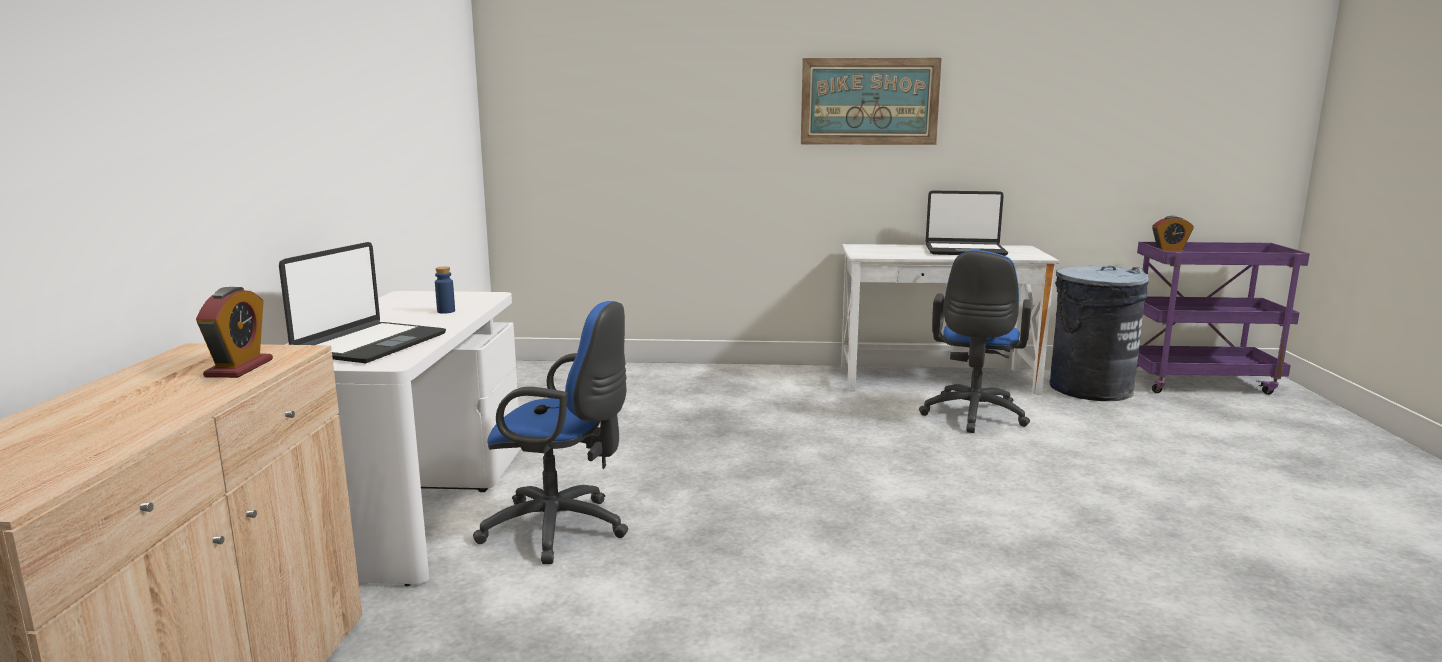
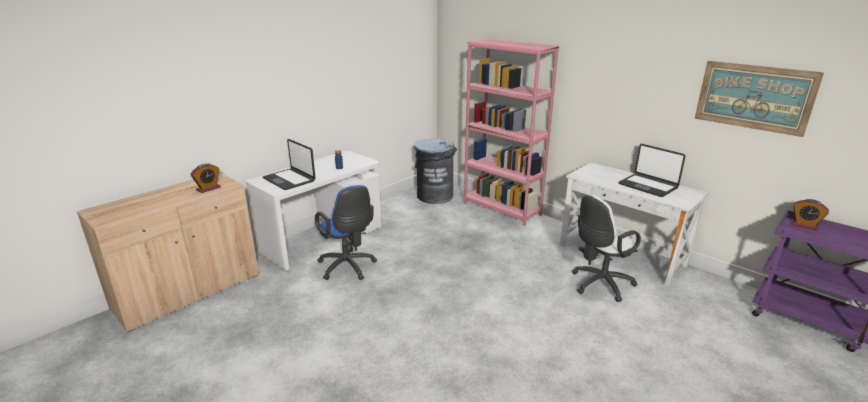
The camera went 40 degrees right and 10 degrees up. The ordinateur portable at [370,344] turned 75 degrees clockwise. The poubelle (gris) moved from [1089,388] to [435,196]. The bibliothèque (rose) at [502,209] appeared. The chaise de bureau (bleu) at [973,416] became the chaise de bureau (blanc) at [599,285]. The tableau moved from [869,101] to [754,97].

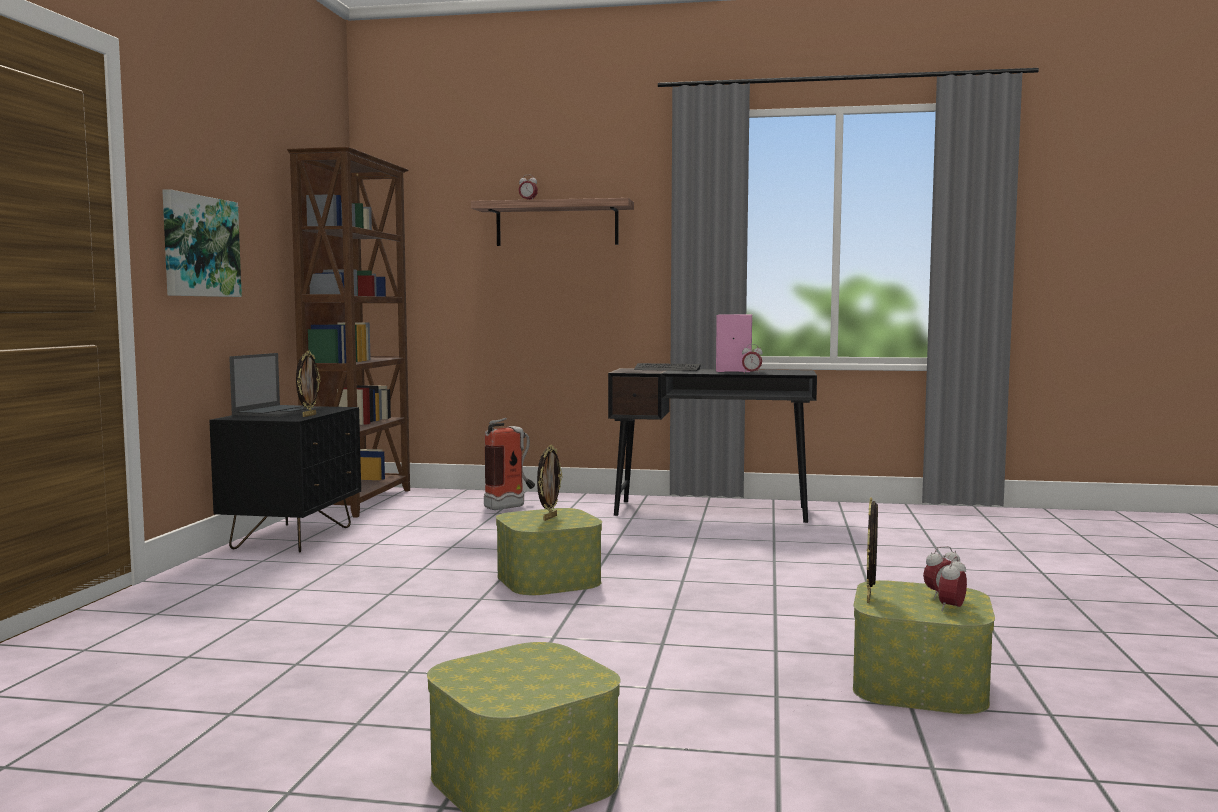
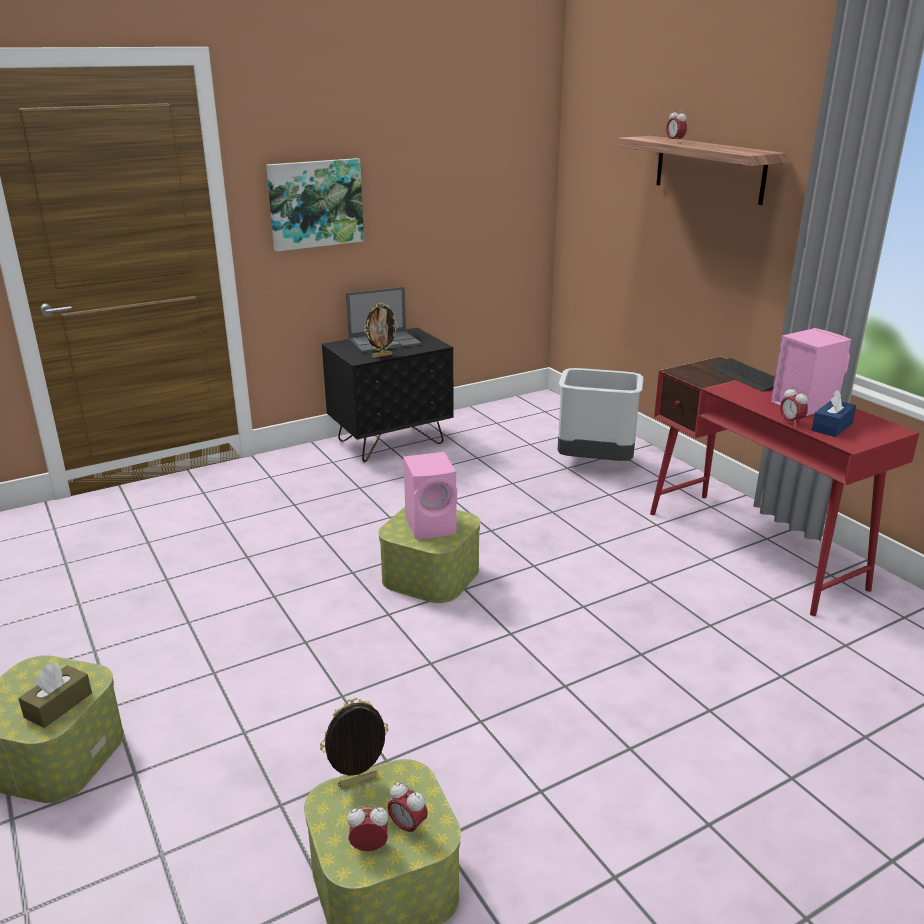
The camera went 50 degrees right and 20 degrees up. The boîte à mouchoirs (marron) at [58,705] appeared. The cadre photo at [549,518] was replaced by the enceinte (rose) at [432,525]. The extincteur at [511,506] was replaced by the poubelle (gris) at [595,463]. The bureau (noir) at [712,511] became the bureau (rouge) at [753,549]. The boîte à mouchoirs (bleu) at [832,427] appeared. The bibliothèque (marron) at [361,502] disappeared.

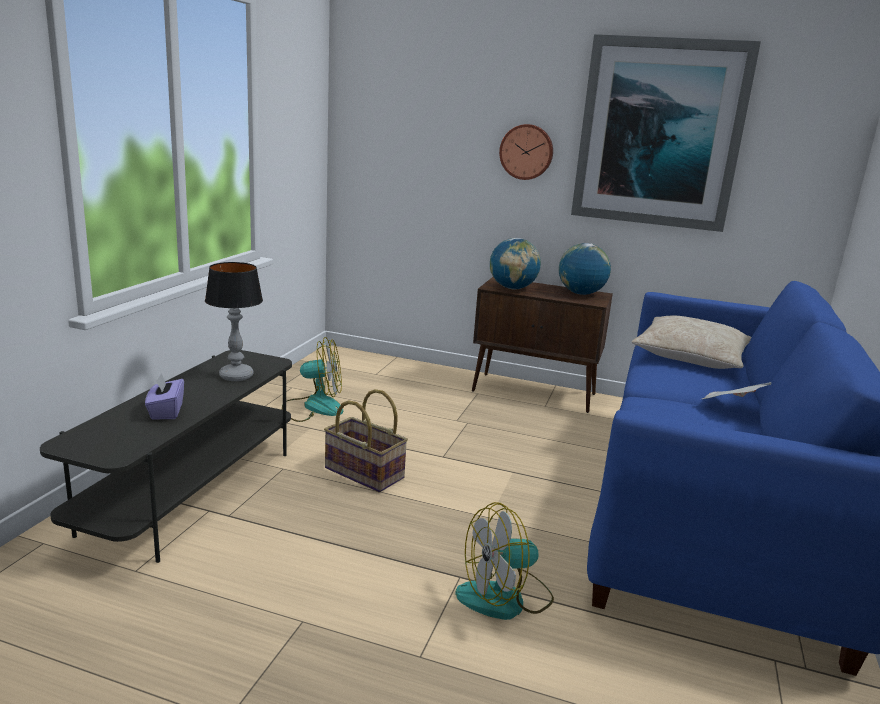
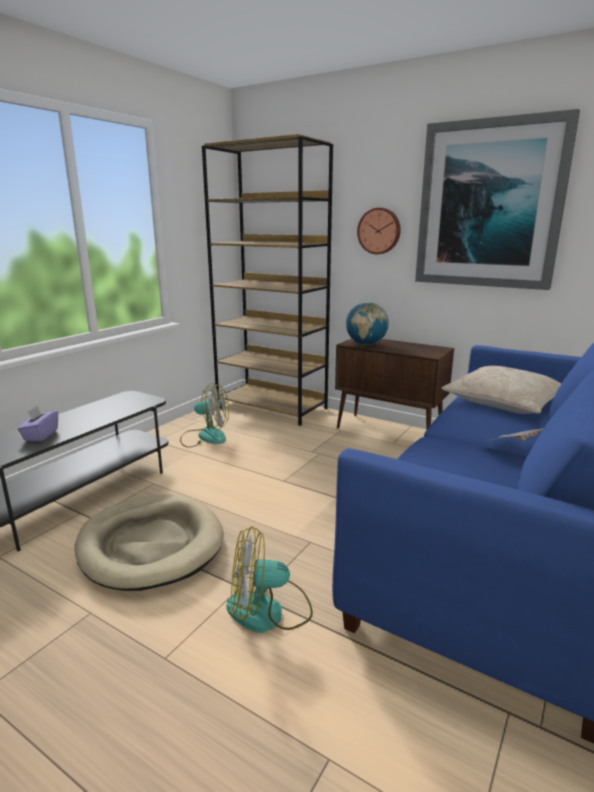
The camera went 15 degrees right and 0 degrees up. The panier pour chien (beige) at [151,545] appeared. The bibliothèque (marron) at [272,406] appeared. The lampe de table at [237,376] disappeared. The panier at [363,473] disappeared. The globe at [581,294] disappeared.

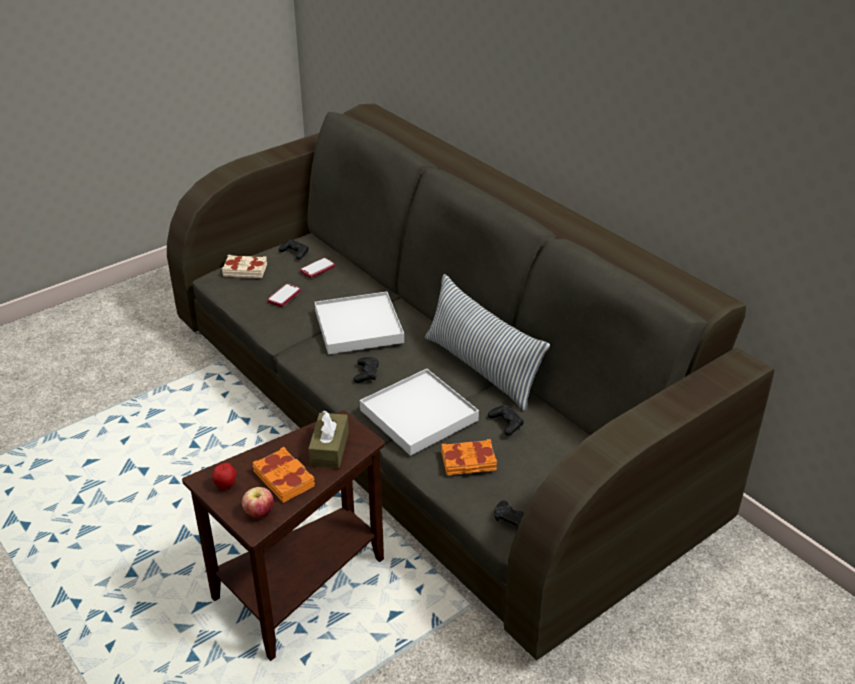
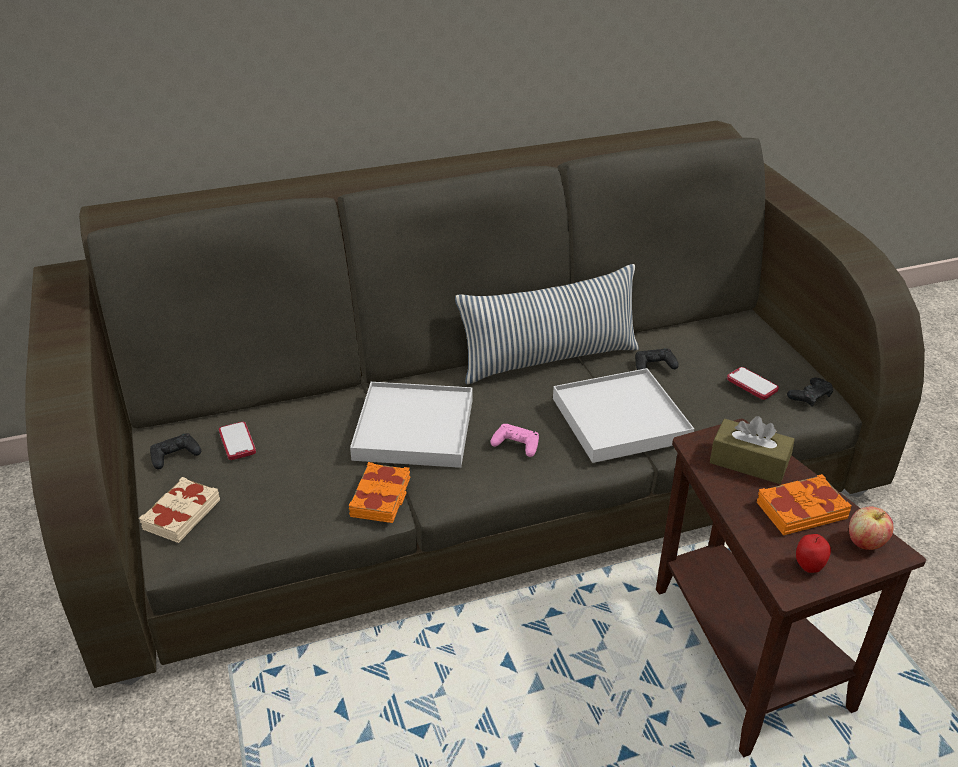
The camera went 70 degrees left and 0 degrees up. The livre (orange) moved from [468,462] to [381,498]. The manette (noir) at [366,373] became the manette (rose) at [516,444]. The téléphone moved from [284,296] to [752,384].

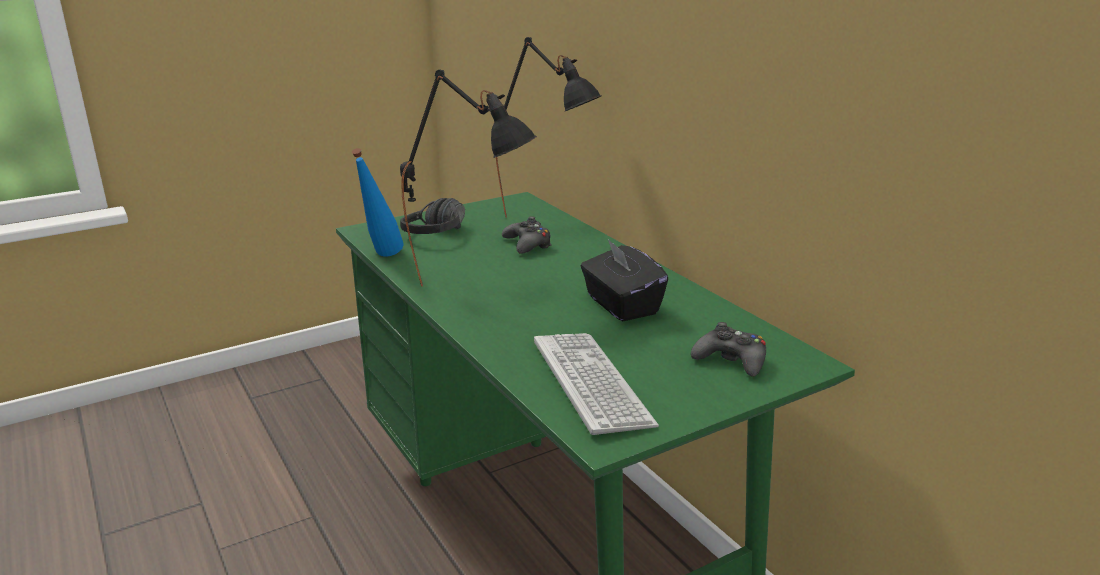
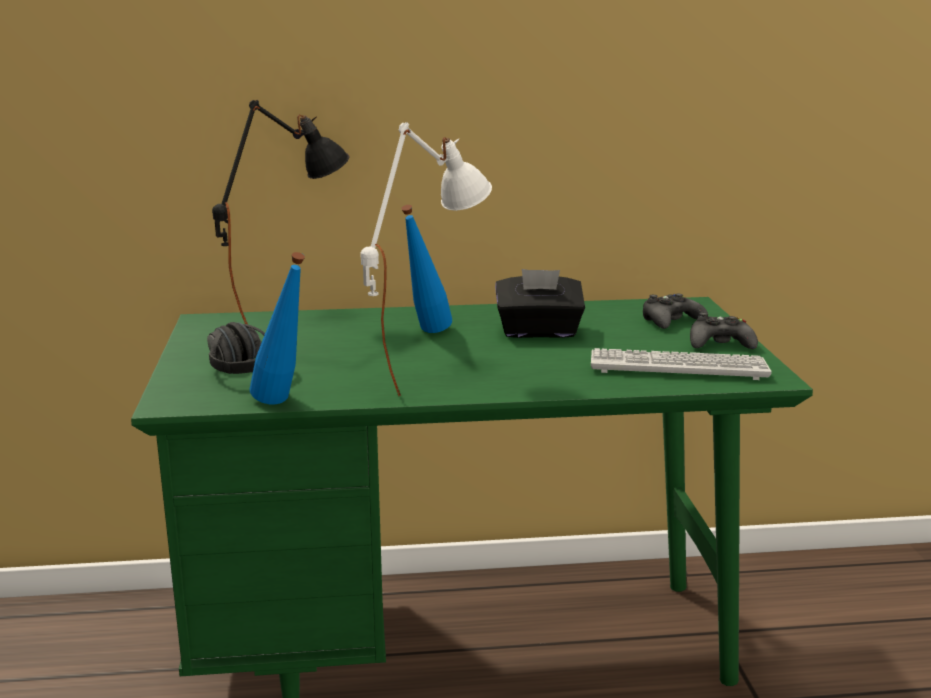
The camera went 65 degrees left and 5 degrees down. The lampe de table (noir) at [472,286] became the lampe de table (blanc) at [426,375]. The bouteille (bleu) at [425,334] appeared. The manette (noir) moved from [527,244] to [720,344].

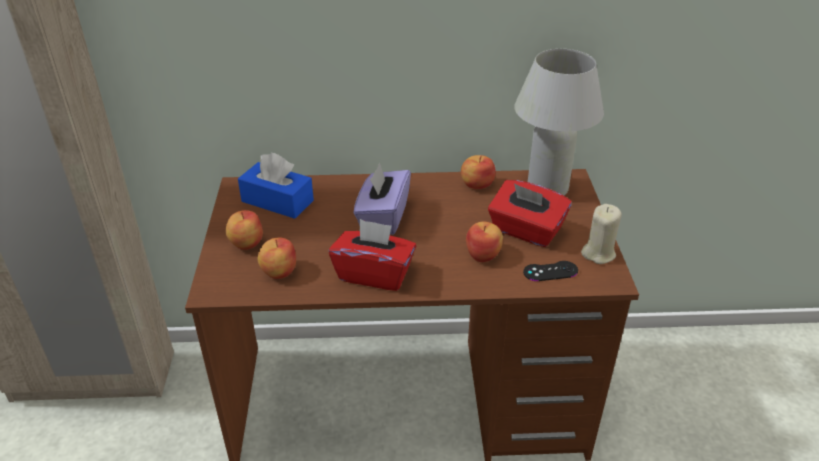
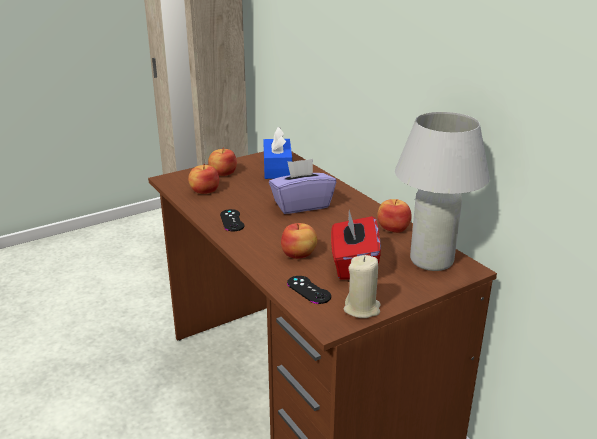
The camera went 60 degrees right and 10 degrees down. The boîte à mouchoirs (rouge) at [374,274] was replaced by the manette (noir) at [232,220].

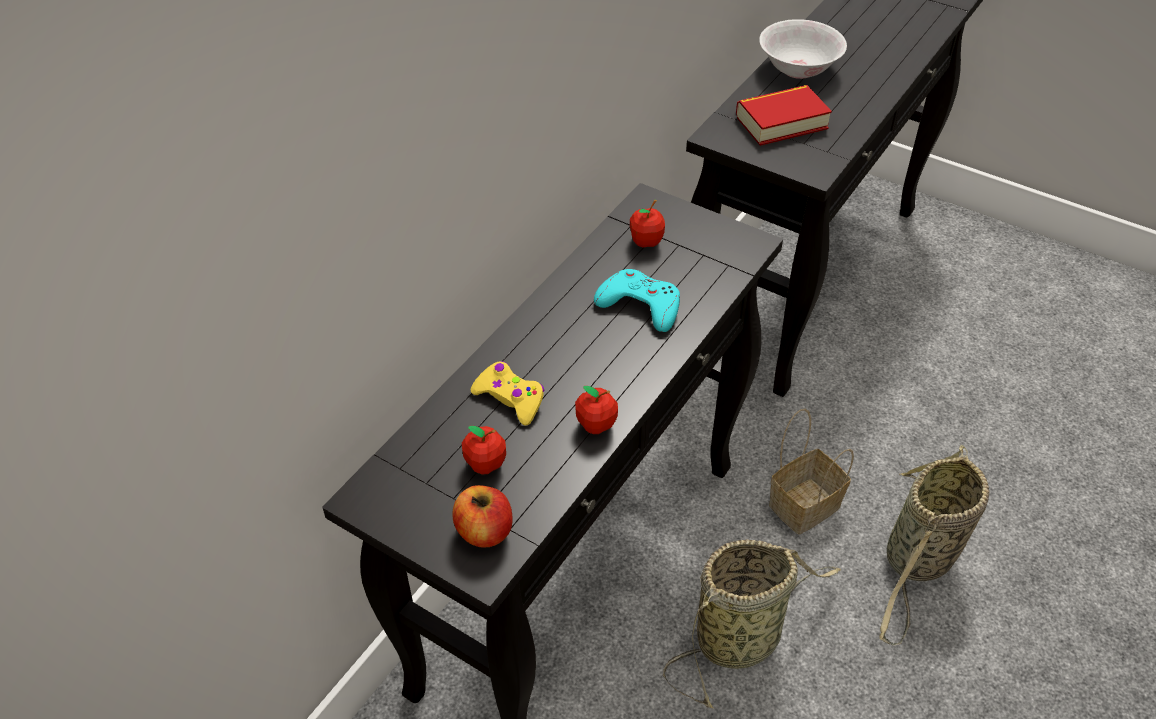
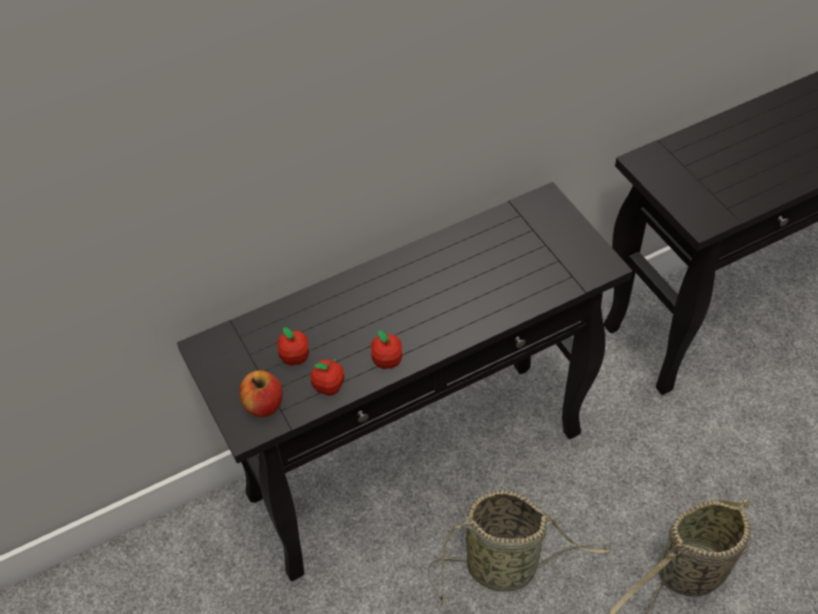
The camera went 30 degrees right and 5 degrees up. The pomme moved from [646,241] to [329,387]. The manette (jaune) at [510,398] disappeared. The manette (turquoise) at [640,305] disappeared. The livre at [781,122] disappeared. The bol (blanc) at [798,69] disappeared. The panier at [805,504] disappeared.

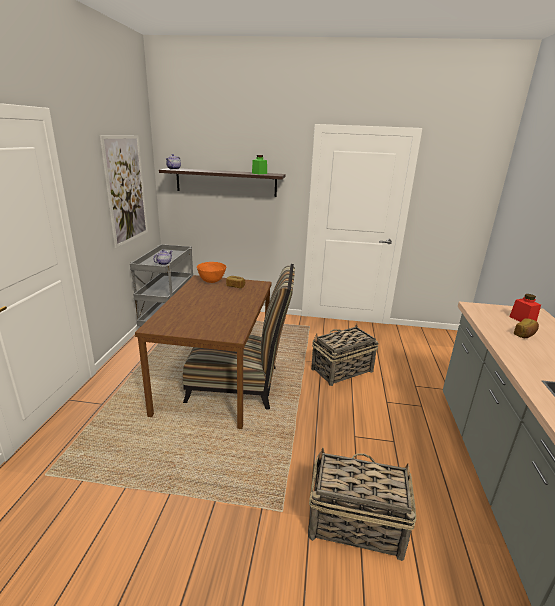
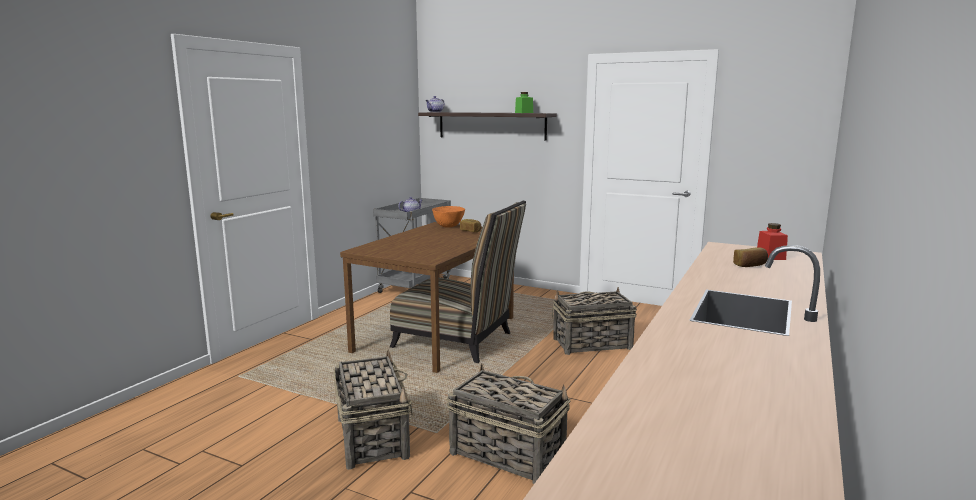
The camera went 20 degrees right and 10 degrees down. The panier at [372,437] appeared. The tableau at [126,189] disappeared.

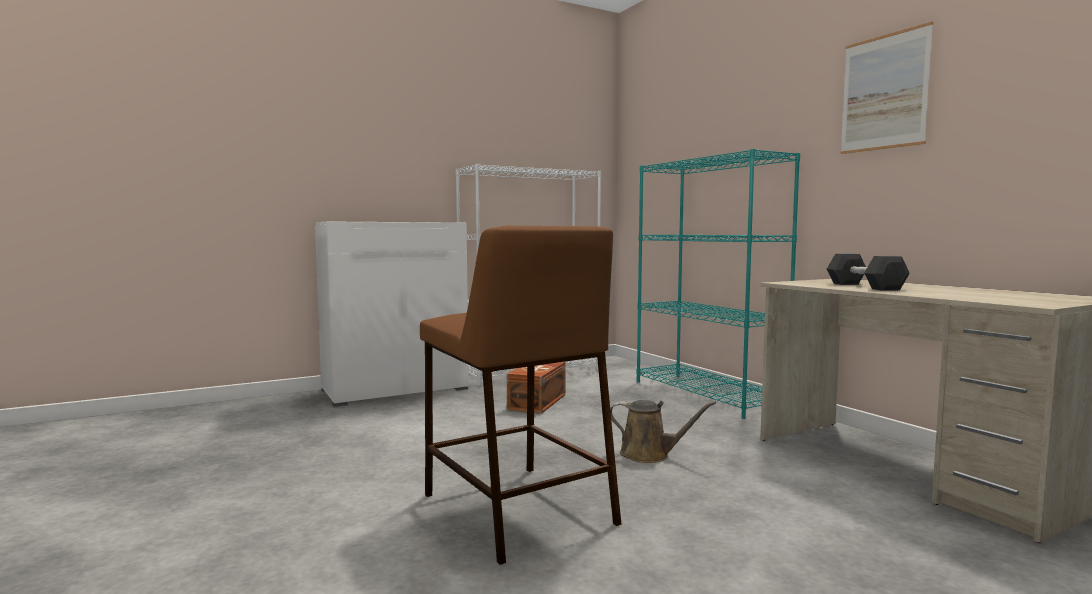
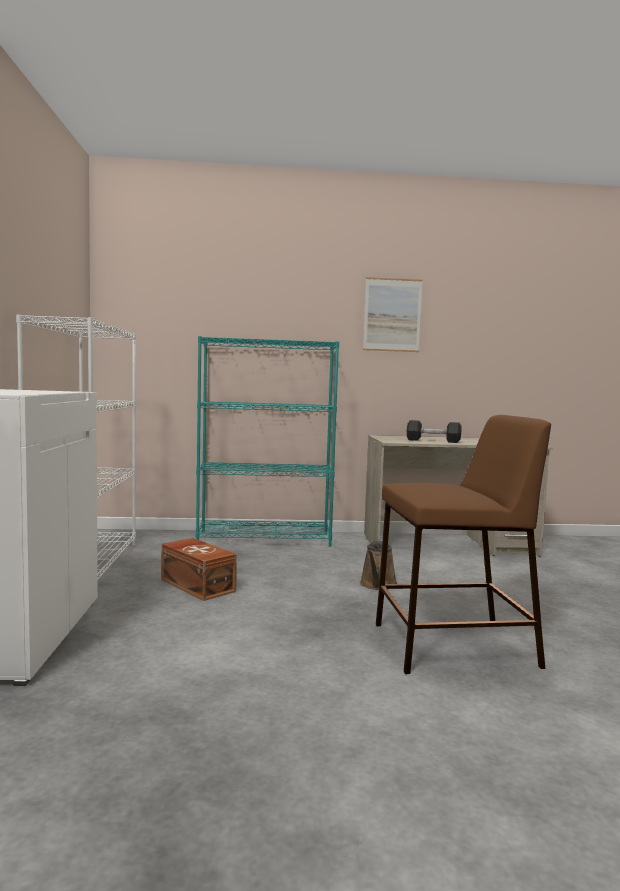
The camera went 65 degrees left and 0 degrees up. The arrosoir (marron) at [649,455] turned 150 degrees clockwise.

